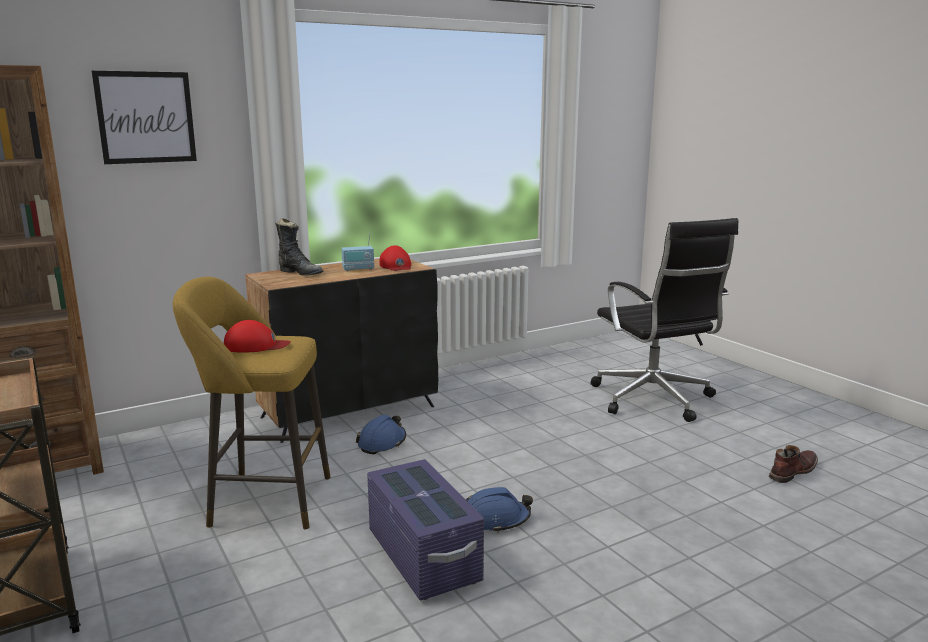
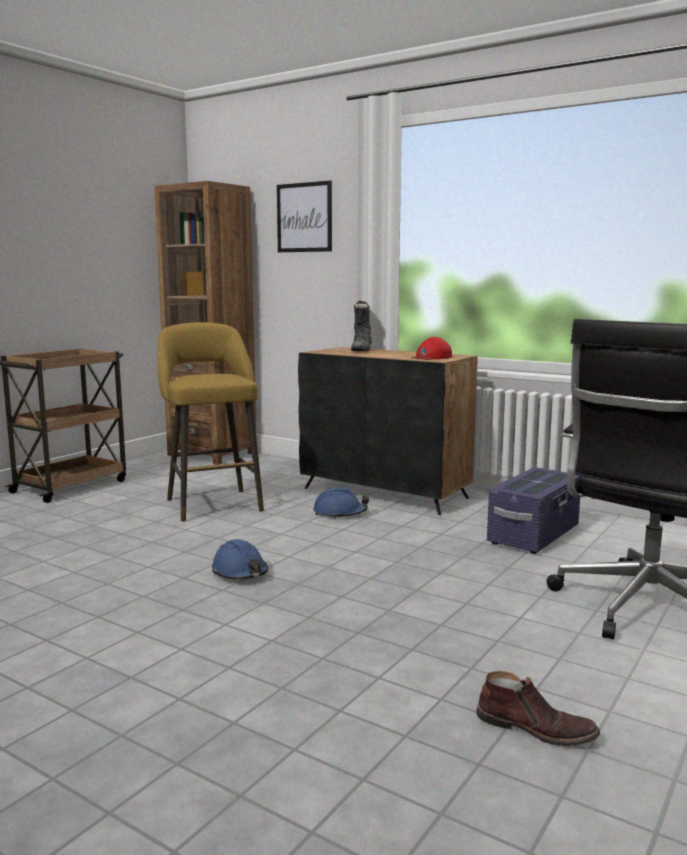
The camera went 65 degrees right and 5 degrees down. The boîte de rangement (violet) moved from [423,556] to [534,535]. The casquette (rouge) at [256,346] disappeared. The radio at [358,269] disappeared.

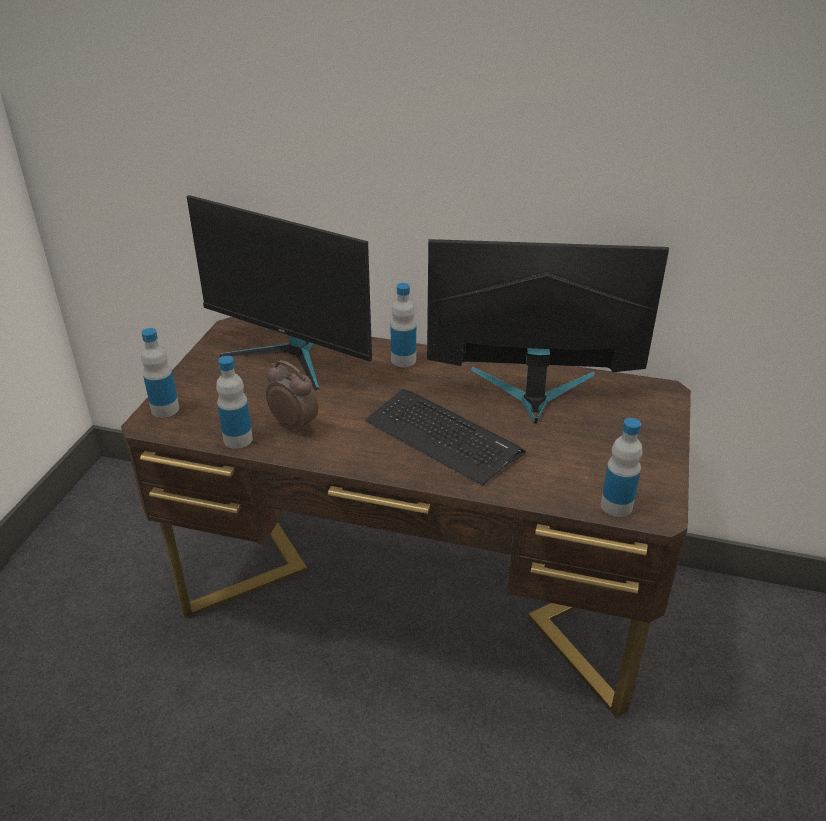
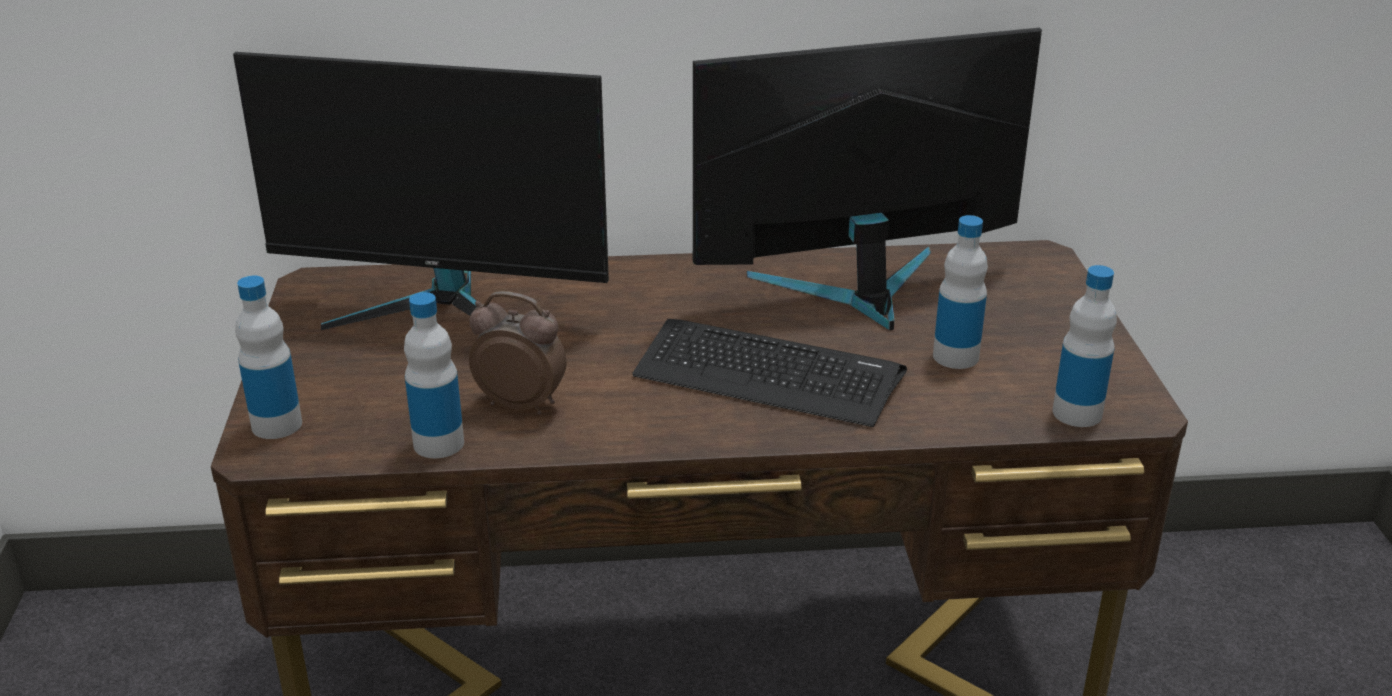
The camera went 20 degrees left and 5 degrees down. The bouteille moved from [403,360] to [955,356].

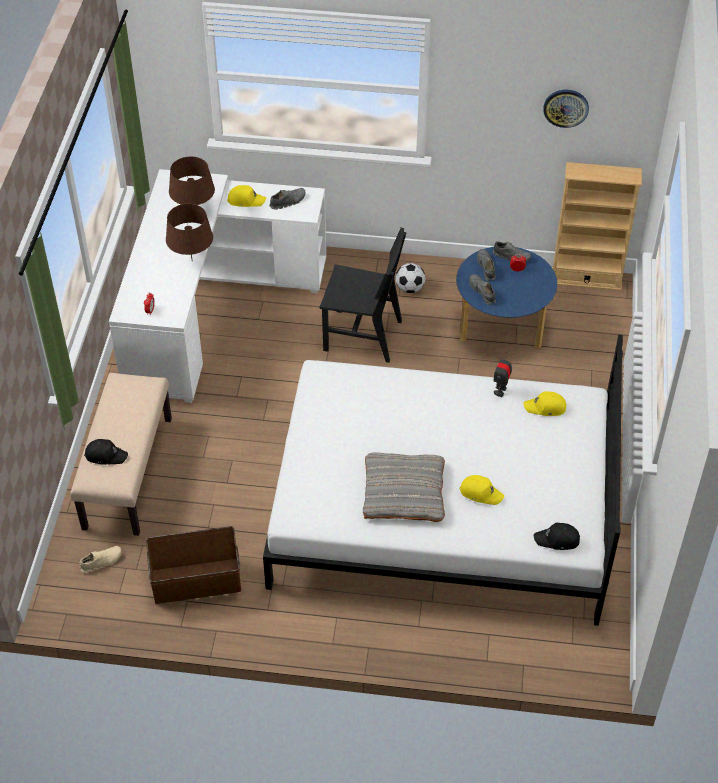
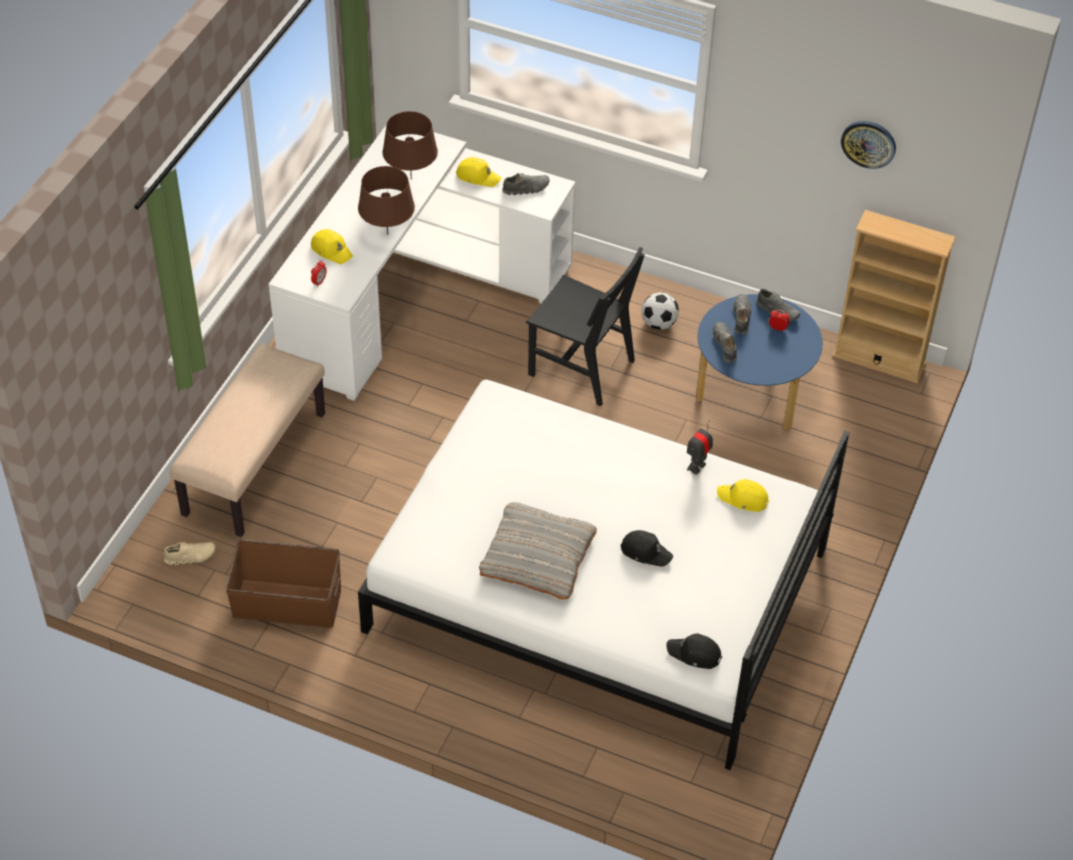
The camera went 15 degrees right and 0 degrees up. The casquette (jaune) moved from [481,492] to [332,250]. The casquette (noir) moved from [106,455] to [645,551].

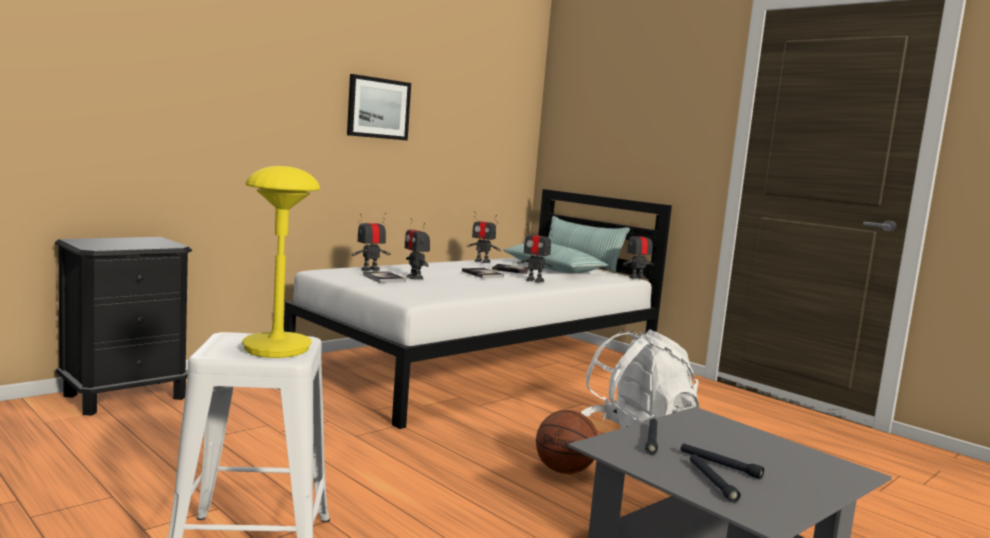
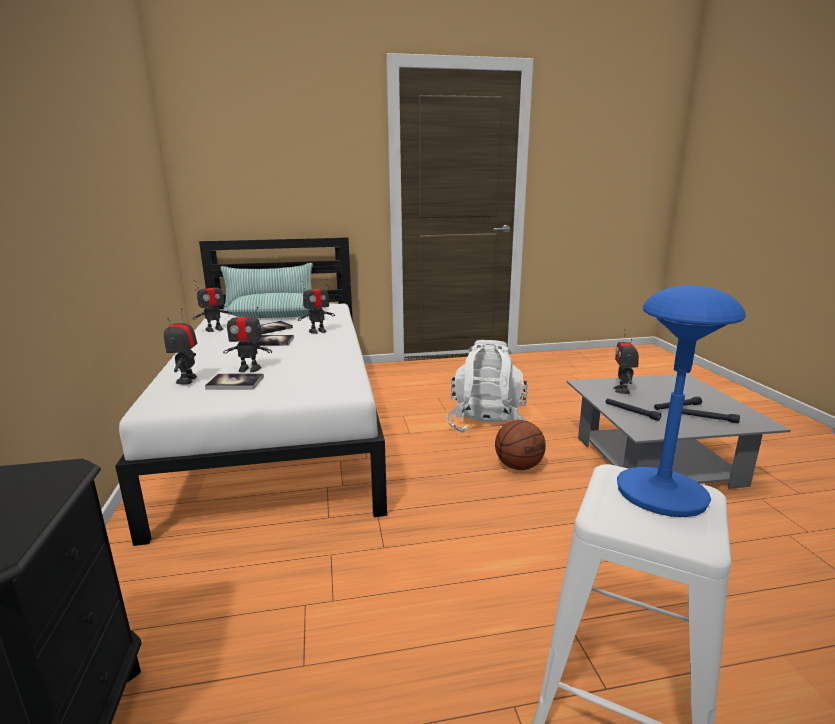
The camera went 55 degrees left and 10 degrees up. The robot jouet moved from [636,278] to [622,390]. The lampe de table (jaune) at [277,348] became the lampe de table (bleu) at [661,494]. The tableau at [378,108] disappeared.

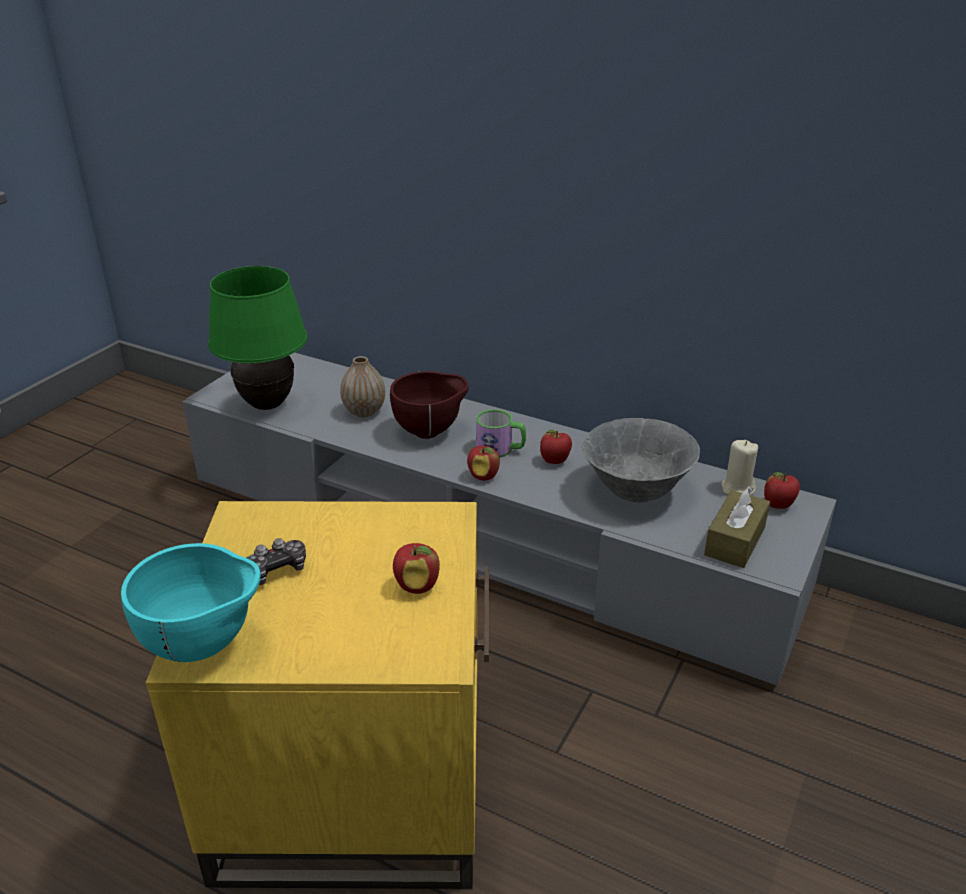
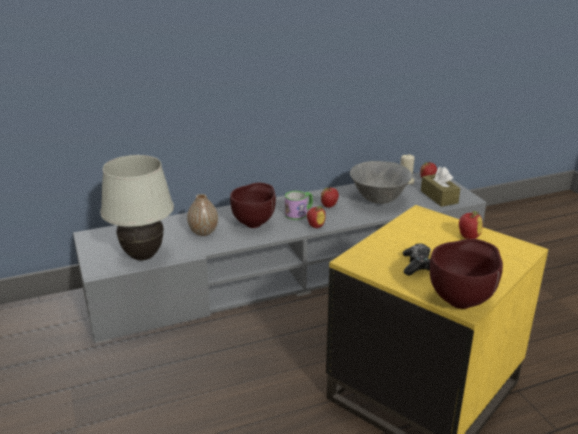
The camera went 50 degrees left and 5 degrees down. The lampe de table (vert) at [267,405] became the lampe de table (blanc) at [143,256]. The bol (turquoise) at [205,646] became the bol (marron) at [462,300].

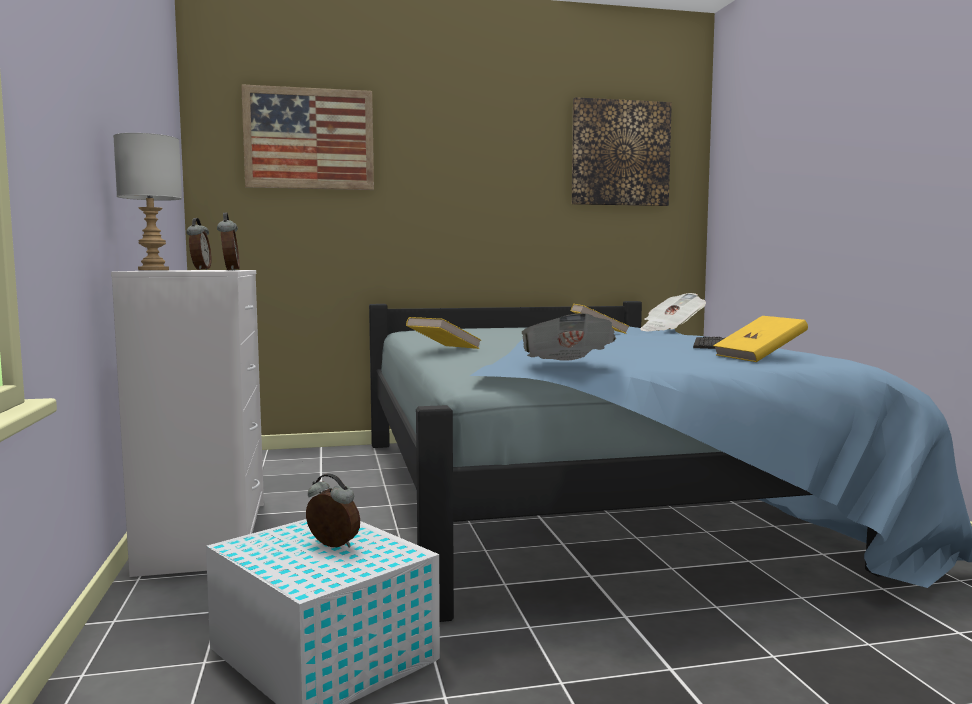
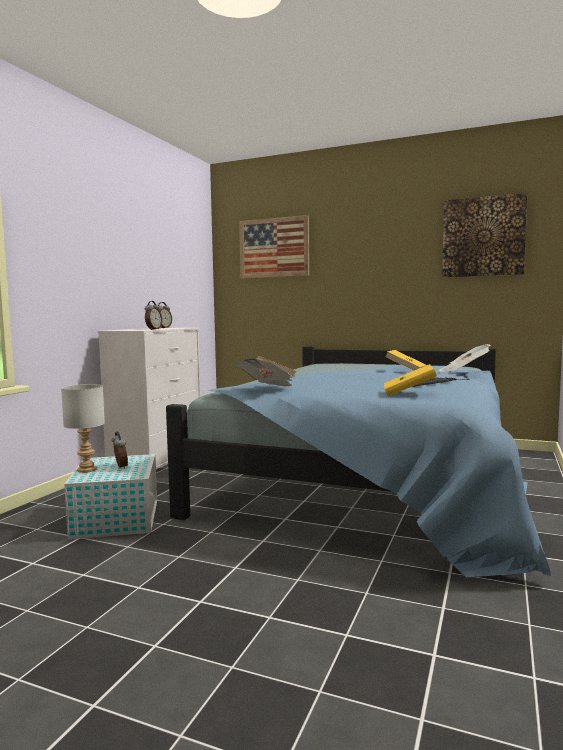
The camera went 35 degrees right and 0 degrees up. The lampe de table (gris) moved from [154,270] to [87,470].

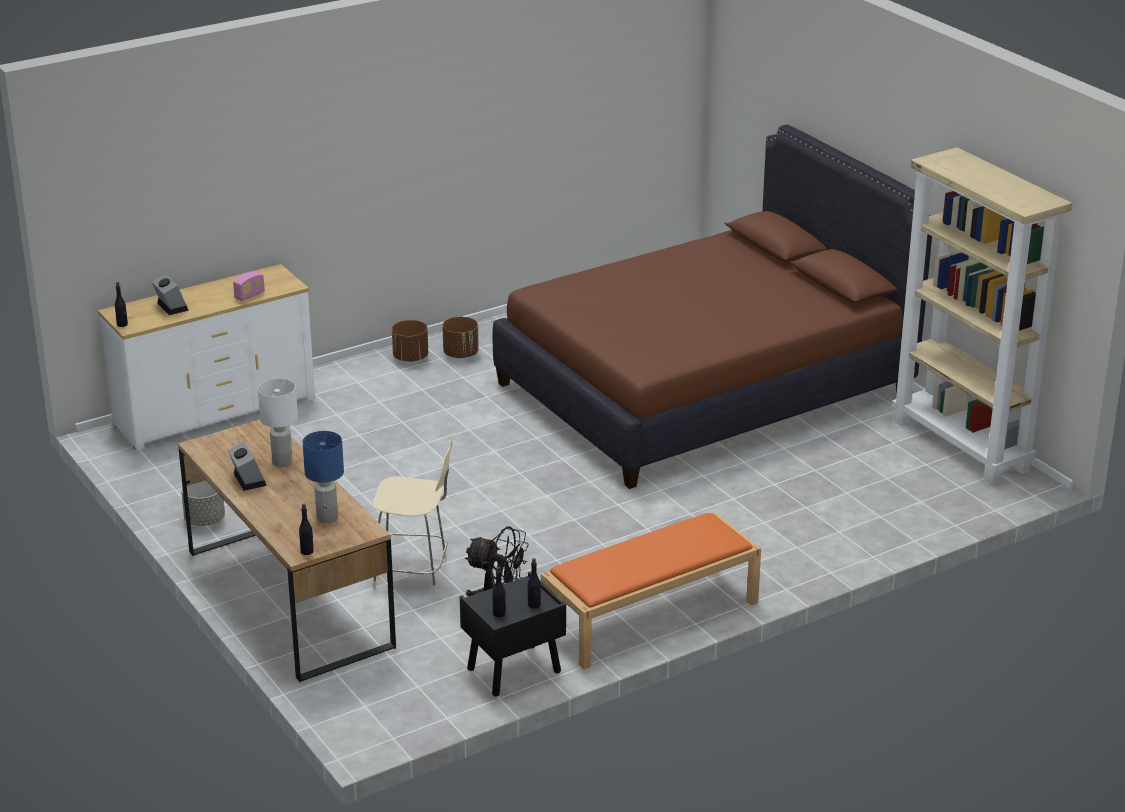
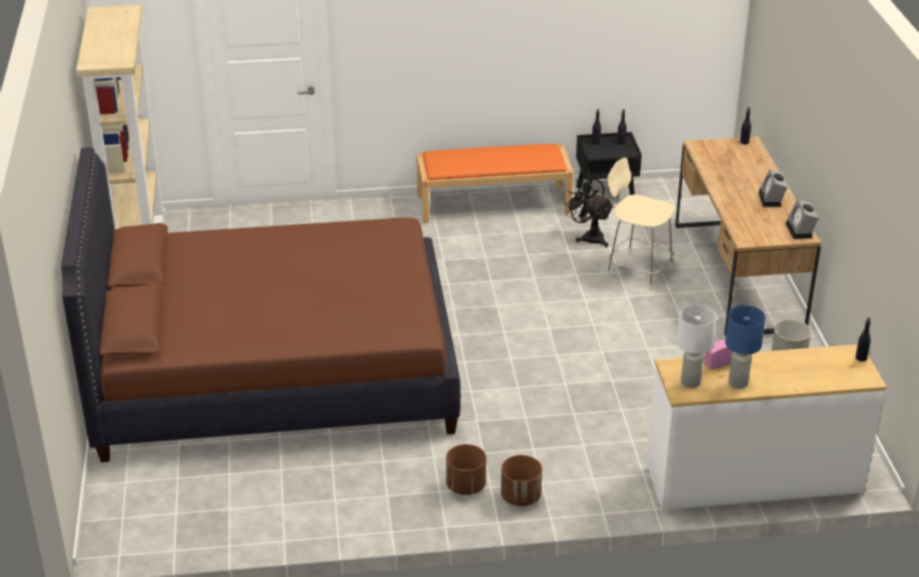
The camera went 155 degrees left and 5 degrees up. The lampe de table (blanc) moved from [283,462] to [690,382]. The lampe de table (bleu) moved from [327,518] to [737,382]. The réveil moved from [170,306] to [801,231].

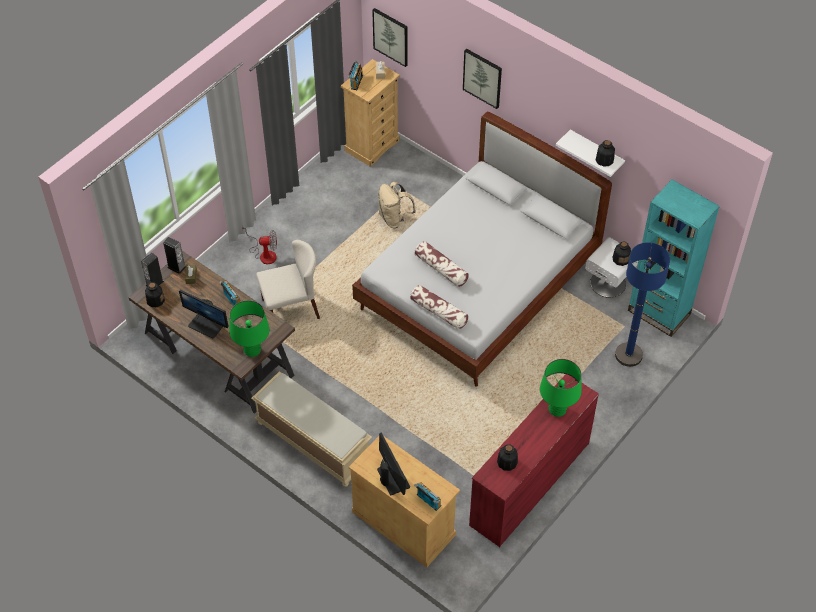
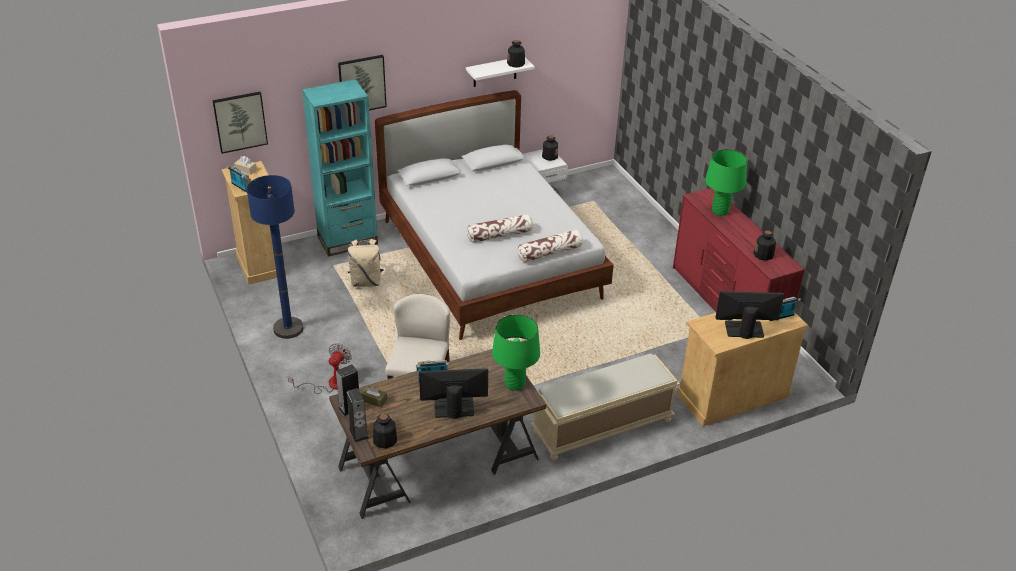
The camera went 65 degrees left and 15 degrees down. The lampadaire (bleu) moved from [628,355] to [288,328]. The bibliothèque (turquoise) moved from [659,312] to [347,240]. The écran d'ordinateur at [206,325] turned 150 degrees counterclockwise.

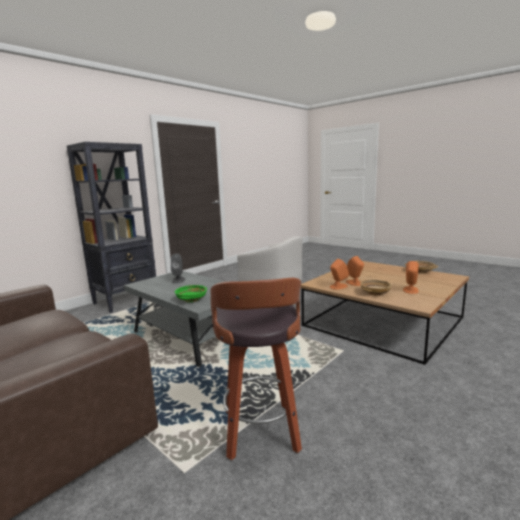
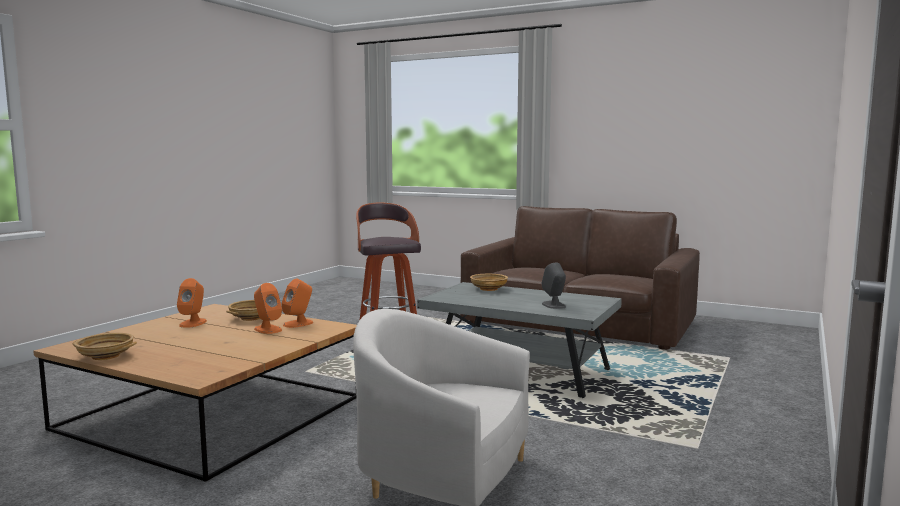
The camera went 165 degrees right and 5 degrees down. The bol (vert) at [191,299] became the bol (beige) at [488,289]. The bibliothèque (noir) at [126,300] disappeared.

